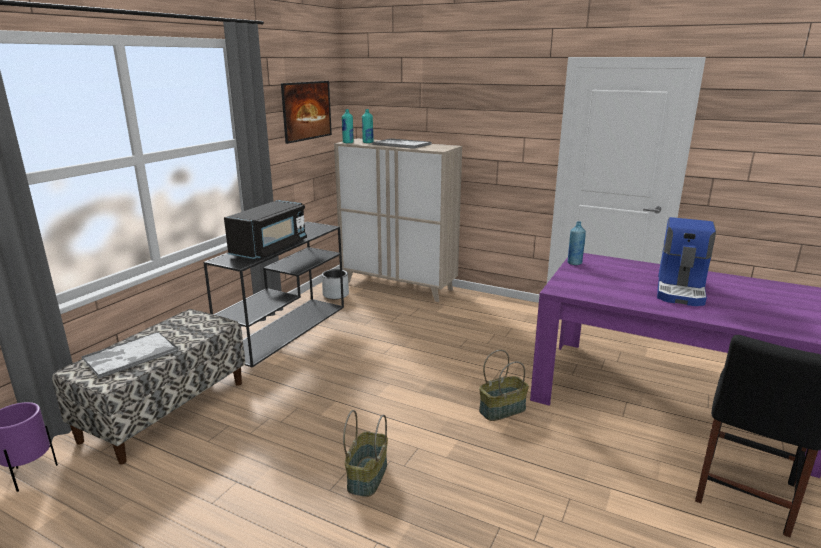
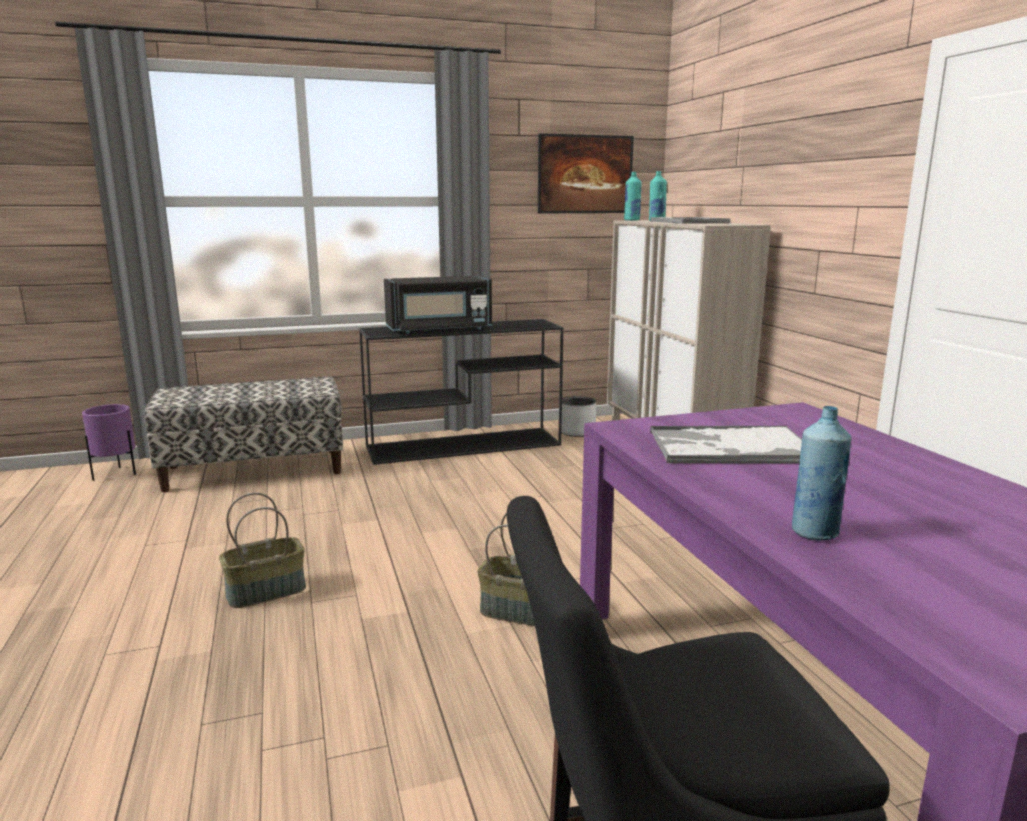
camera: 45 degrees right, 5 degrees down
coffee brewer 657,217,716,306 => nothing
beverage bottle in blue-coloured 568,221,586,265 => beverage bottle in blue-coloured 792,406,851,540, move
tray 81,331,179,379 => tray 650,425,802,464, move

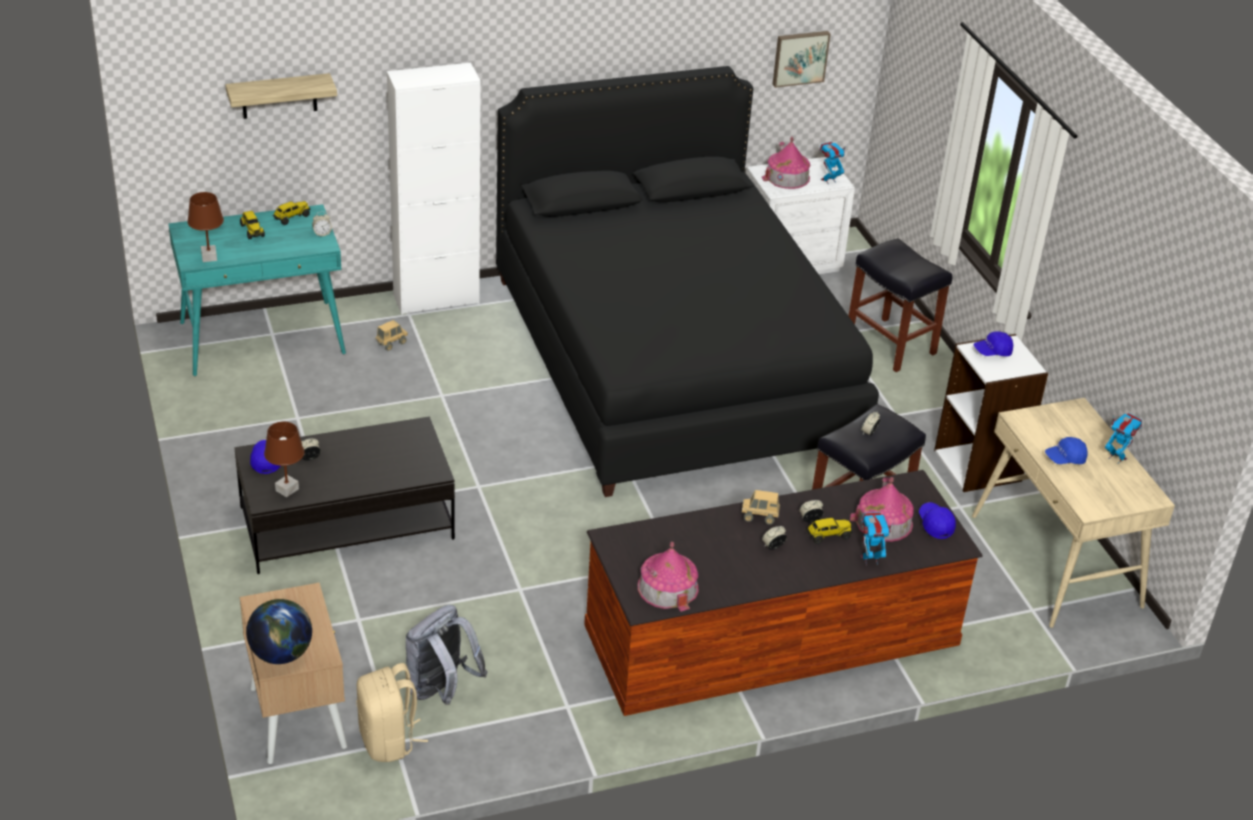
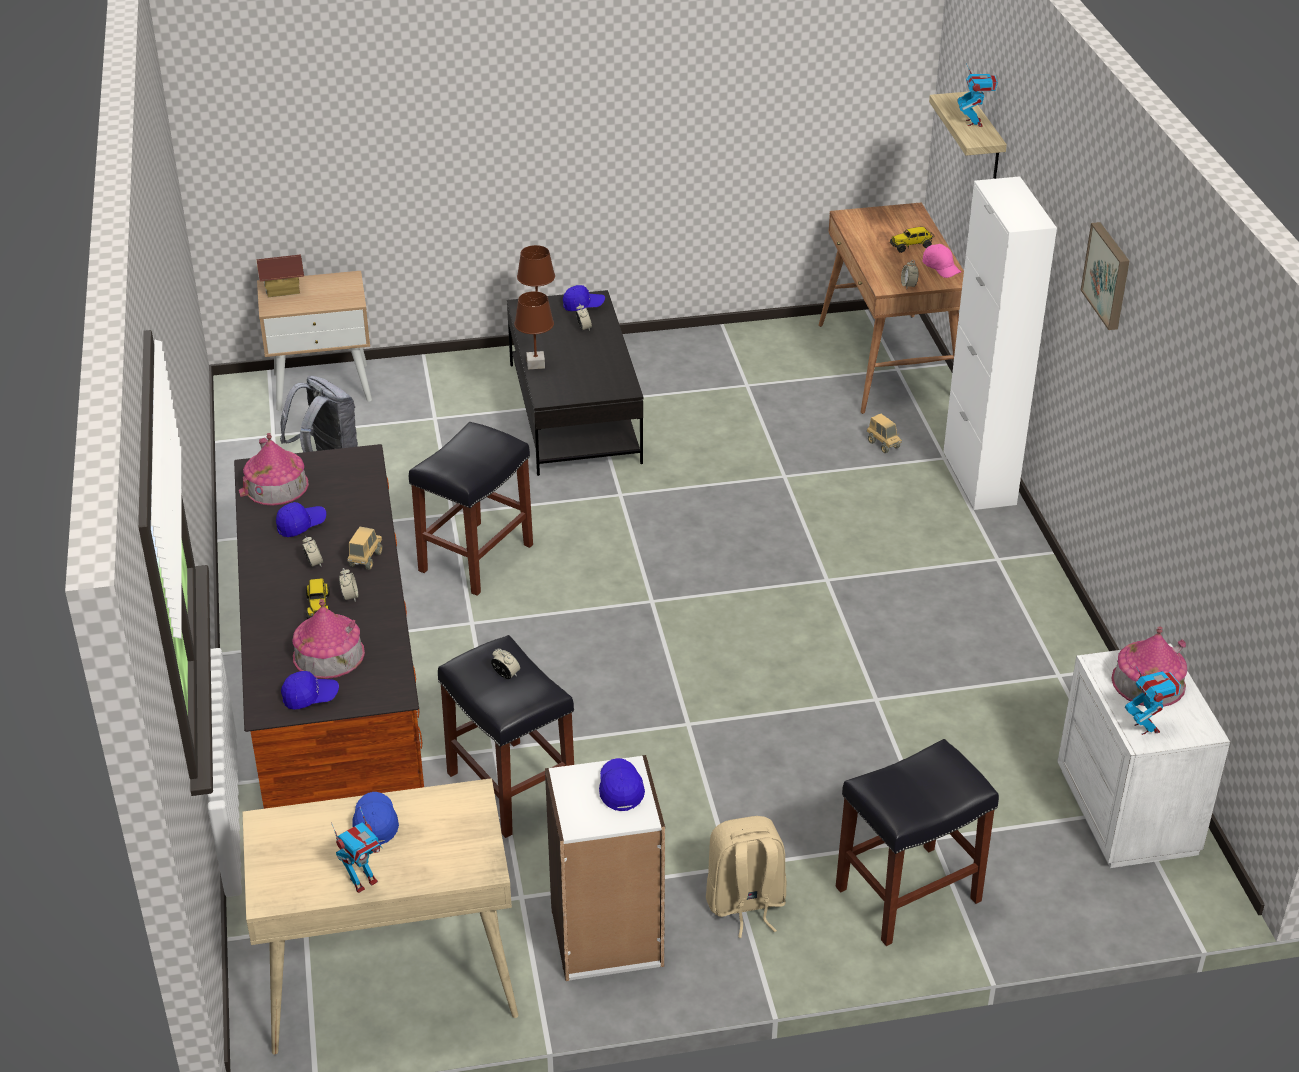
camera: 100 degrees right, 0 degrees up
wall art 773,31,830,88 => wall art 1081,222,1129,330, move
sleeping bed in black 496,66,879,497 => nothing
table lamp in brown-coloured 187,192,224,262 => table lamp in brown-coloured 514,291,554,370, move
toy truck 272,201,310,225 => peaked cap in pink-coloured 922,244,961,278
desk in turquoise-coloured 168,204,346,376 => desk in brown-coloured 818,202,964,414
model robot 860,512,892,565 => model robot 957,63,998,127, move
globe 246,599,312,664 => model house 256,254,304,297
rucksack in sand-coloured 356,663,428,762 => rucksack in sand-coloured 706,816,786,938, move
nothing => sitting stool in black 409,422,533,596
nothing => peaked cap in blue-coloured 276,502,326,537

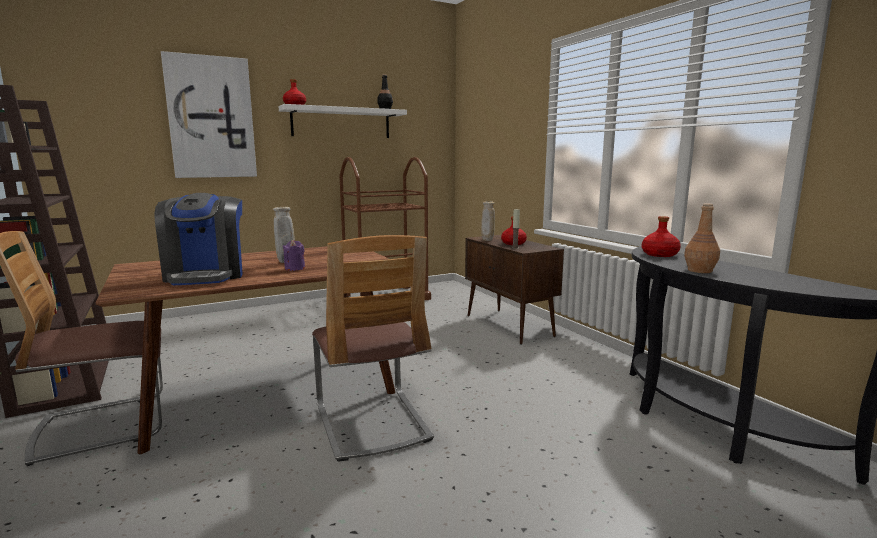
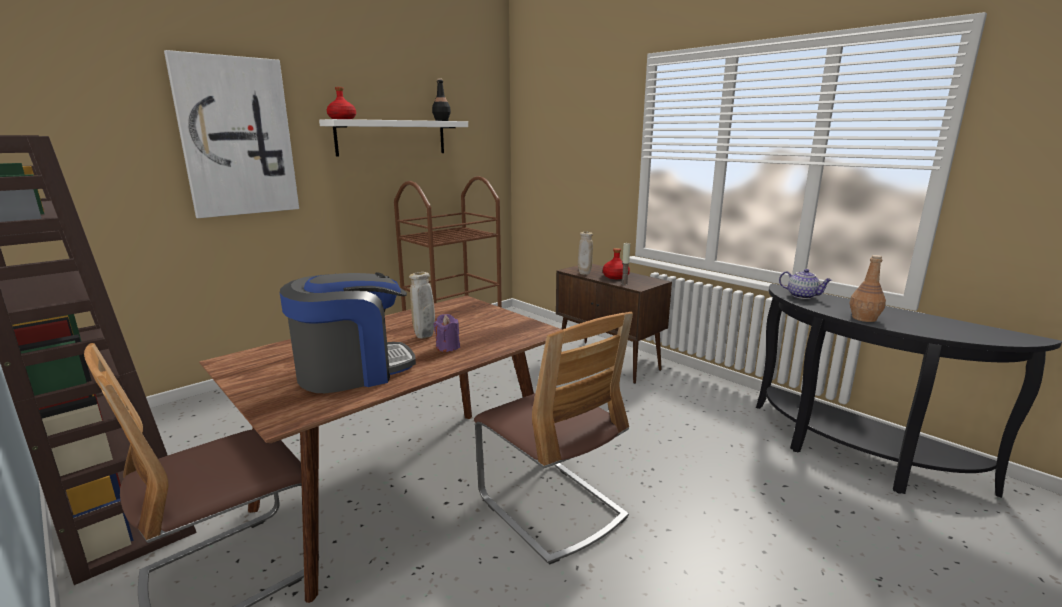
camera: 15 degrees left, 5 degrees up
coffee brewer 155,193,243,285 => coffee brewer 280,272,416,393, 90 degrees counterclockwise
beverage bottle in red 642,216,681,257 => pot for tea 779,269,833,299

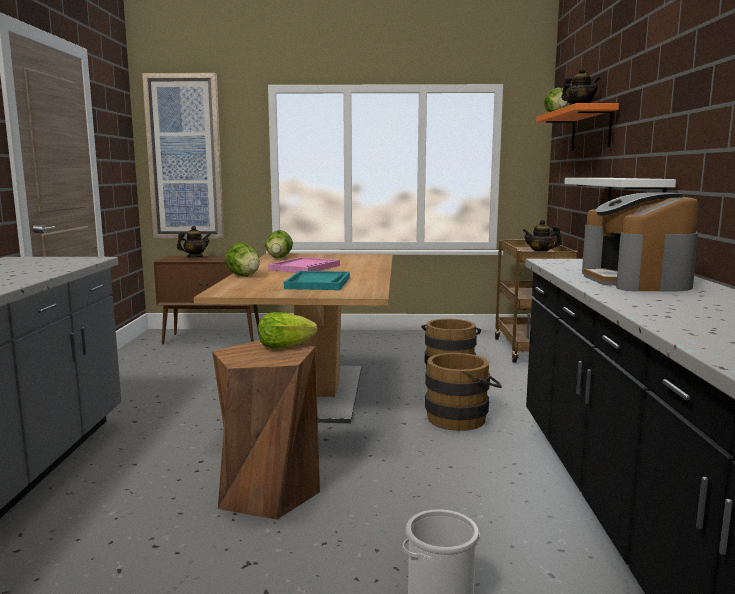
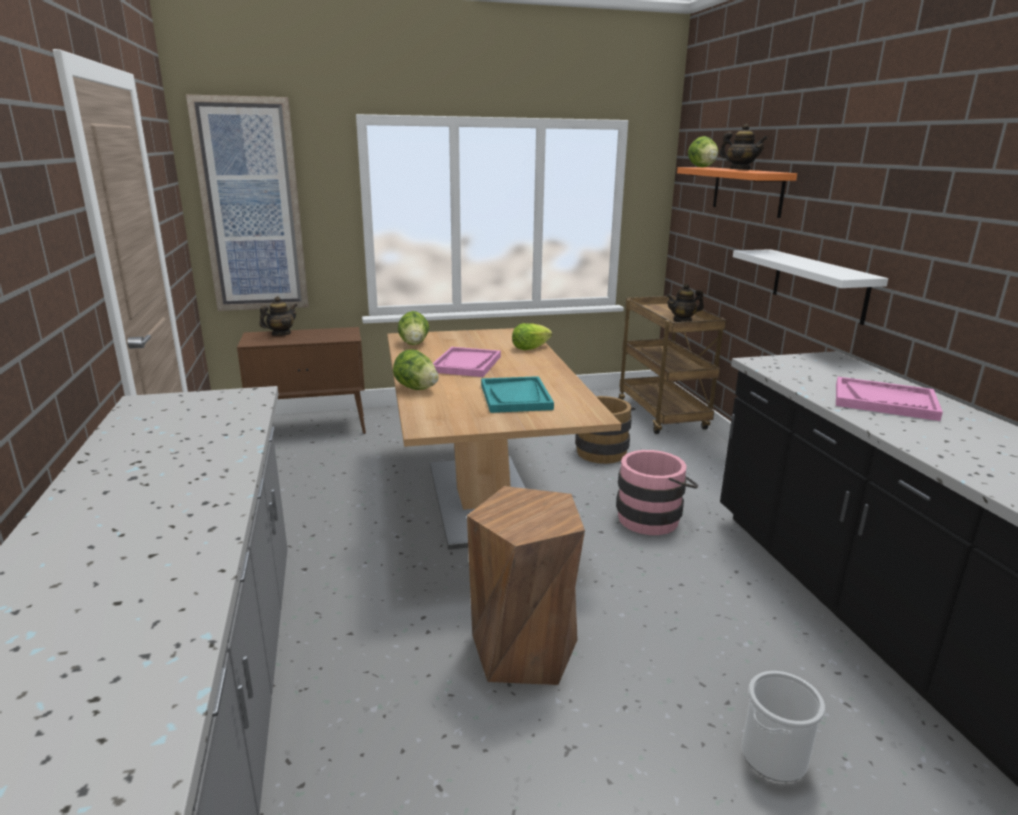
camera: 15 degrees left, 10 degrees up
coffee brewer 582,192,699,292 => tray in pink-coloured 836,377,943,421
lettuce head 258,312,318,349 => lettuce head 512,323,552,350, move
pail in brown-coloured 425,353,502,431 => pail in pink-coloured 616,450,699,535

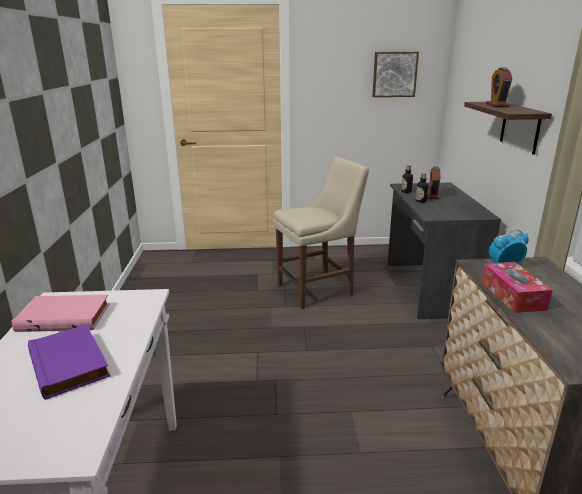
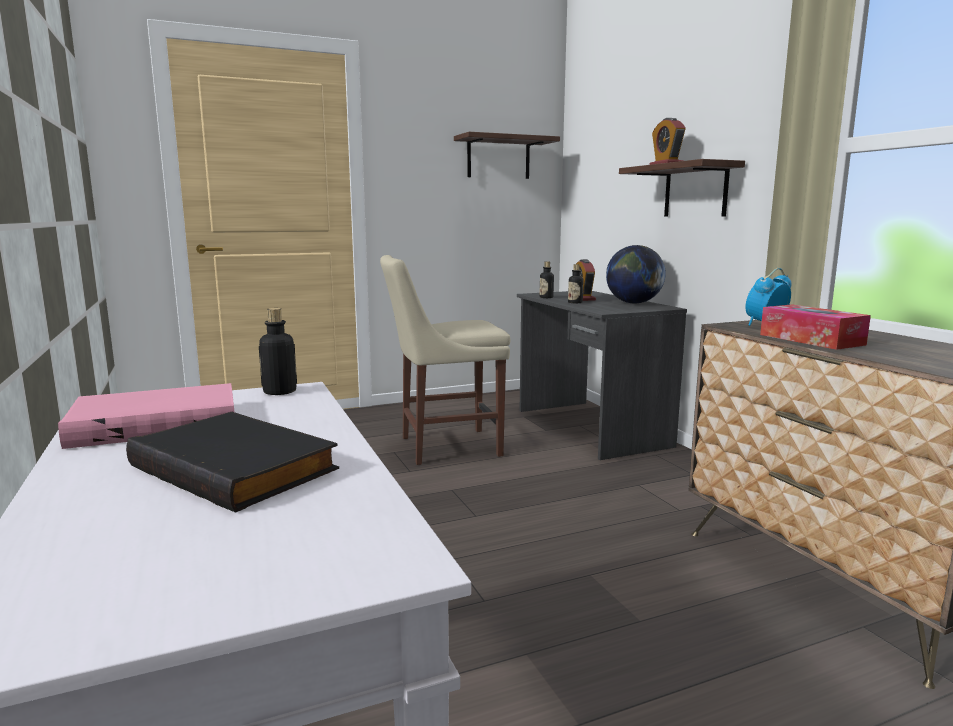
camera: 20 degrees left, 10 degrees down
wall art 372,52,419,97 => shelf 454,132,560,179
chair in sand-coloured 273,157,369,309 => chair in sand-coloured 380,255,510,465, 150 degrees counterclockwise
volume in purplish 28,324,110,400 => volume in black 126,412,339,513
nothing => globe 606,245,666,303
nothing => beverage bottle 259,308,297,395

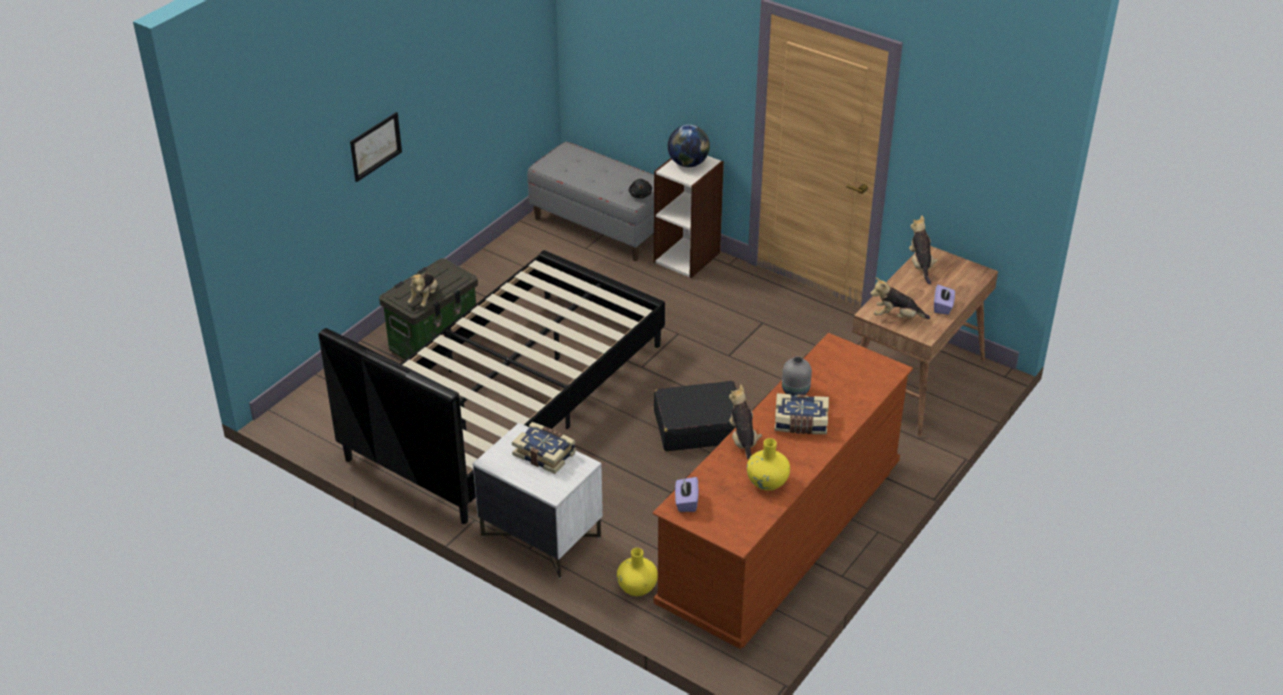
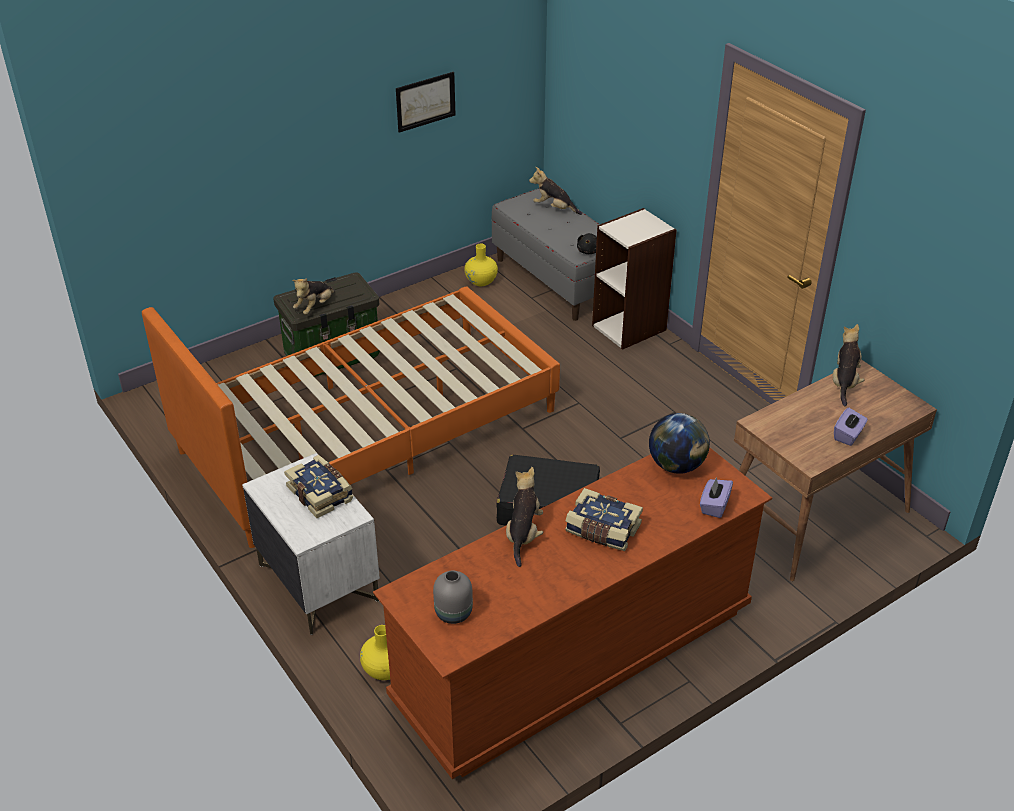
camera: 20 degrees right, 0 degrees up
wall art 350,112,402,182 => wall art 396,72,456,133, move
globe 668,125,710,167 => globe 649,413,710,474, move
sleeping bed in black 319,250,665,524 => sleeping bed in orange-coloured 142,287,560,548
soft toy 870,277,930,319 => soft toy 529,167,582,215, move
flower vase in grey 782,356,812,396 => flower vase in grey 433,570,473,624, move
flower vase in yellow 747,438,790,491 => flower vase in yellow 464,244,498,286, move
tissue holder in purplish 675,477,698,512 => tissue holder in purplish 700,477,733,518, move

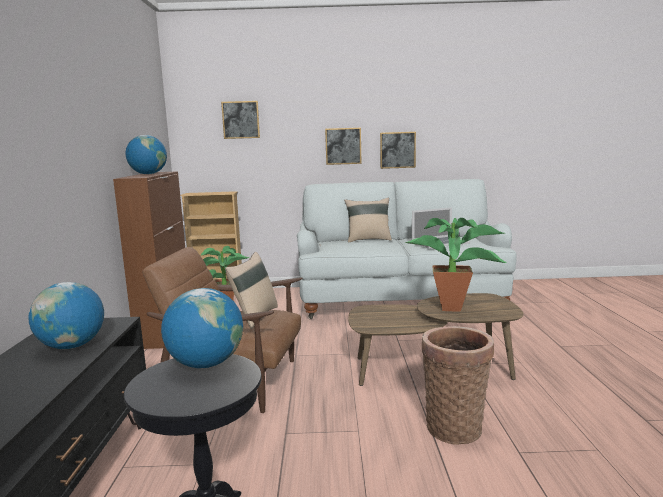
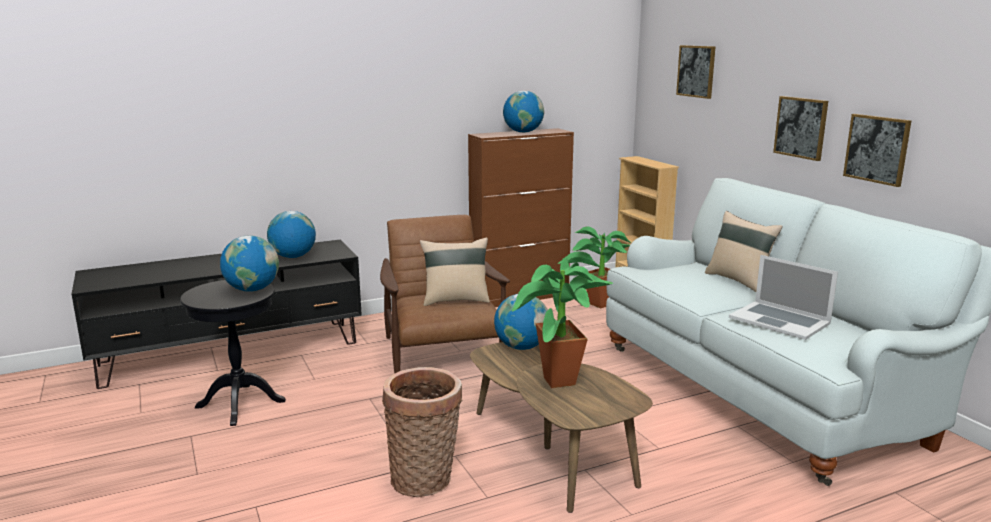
camera: 65 degrees right, 5 degrees up
nothing => globe 494,294,548,350

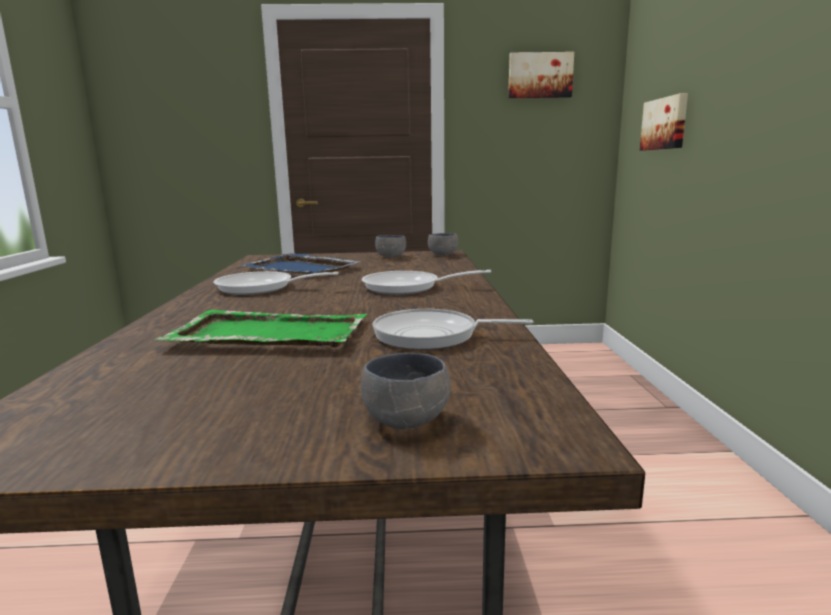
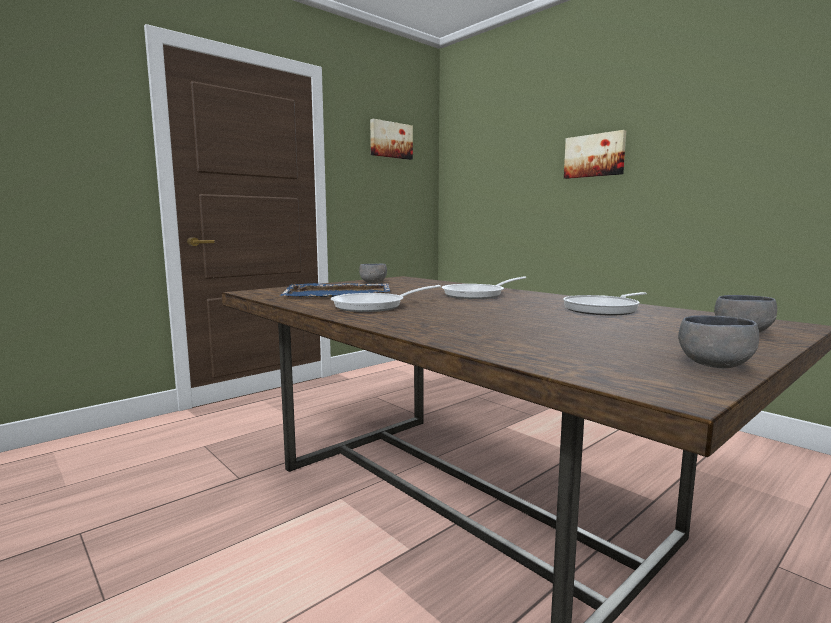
camera: 40 degrees left, 5 degrees down
wall art 640,93,688,151 => wall art 564,130,626,179, move
bowl in grey 428,233,458,256 => bowl in grey 678,315,759,368, move
tray in green-coloured 155,310,367,347 => nothing

